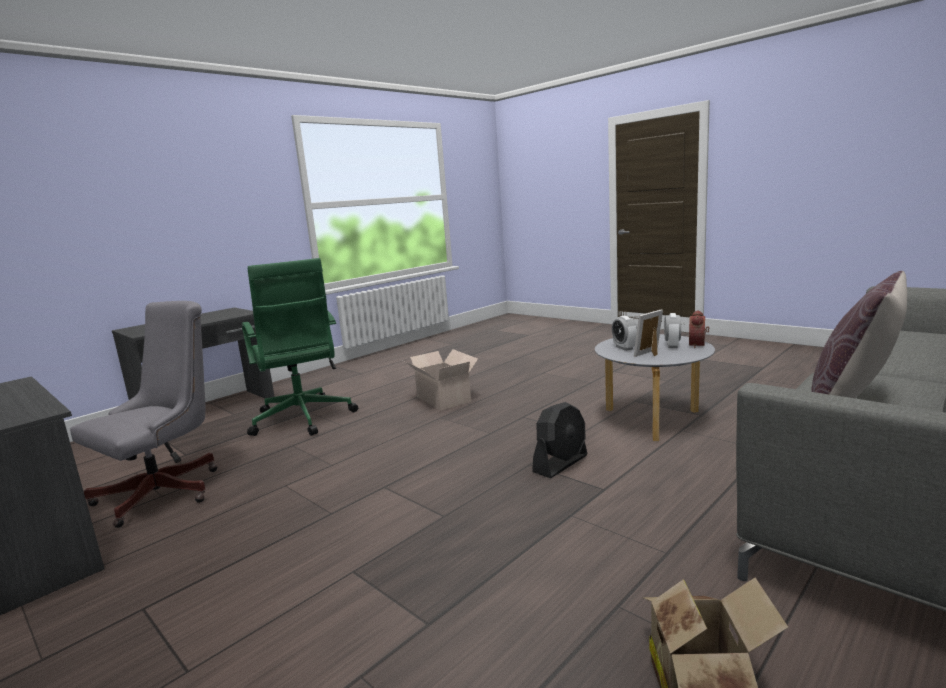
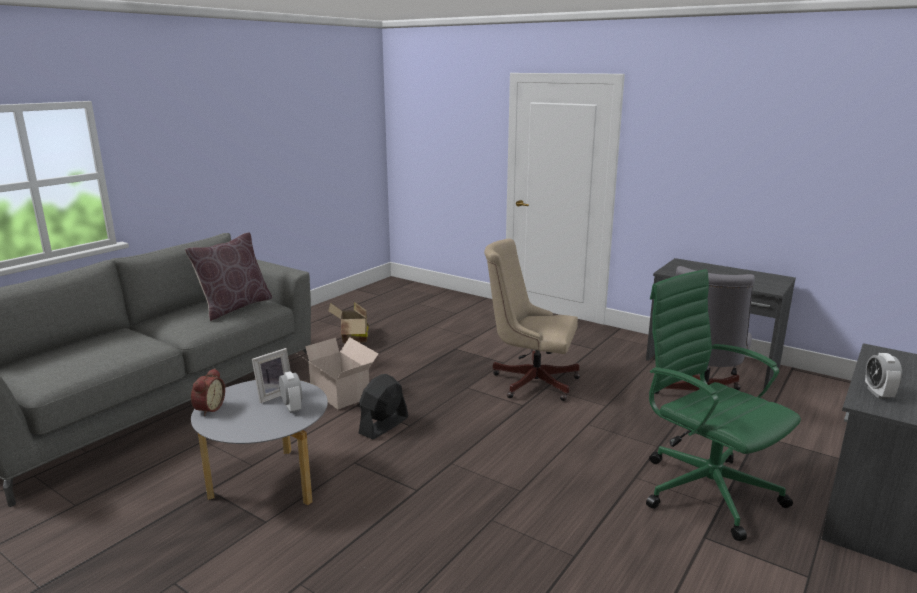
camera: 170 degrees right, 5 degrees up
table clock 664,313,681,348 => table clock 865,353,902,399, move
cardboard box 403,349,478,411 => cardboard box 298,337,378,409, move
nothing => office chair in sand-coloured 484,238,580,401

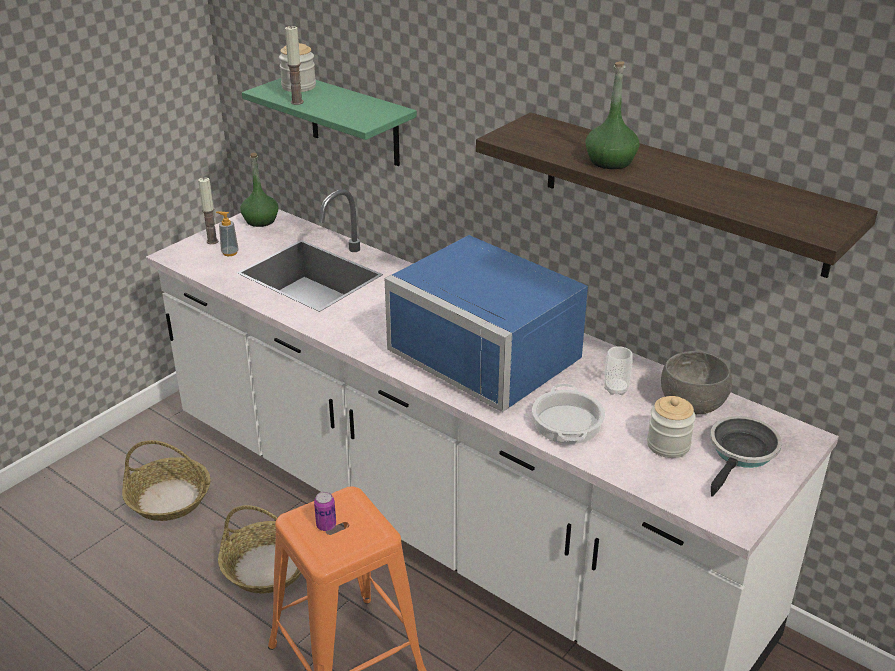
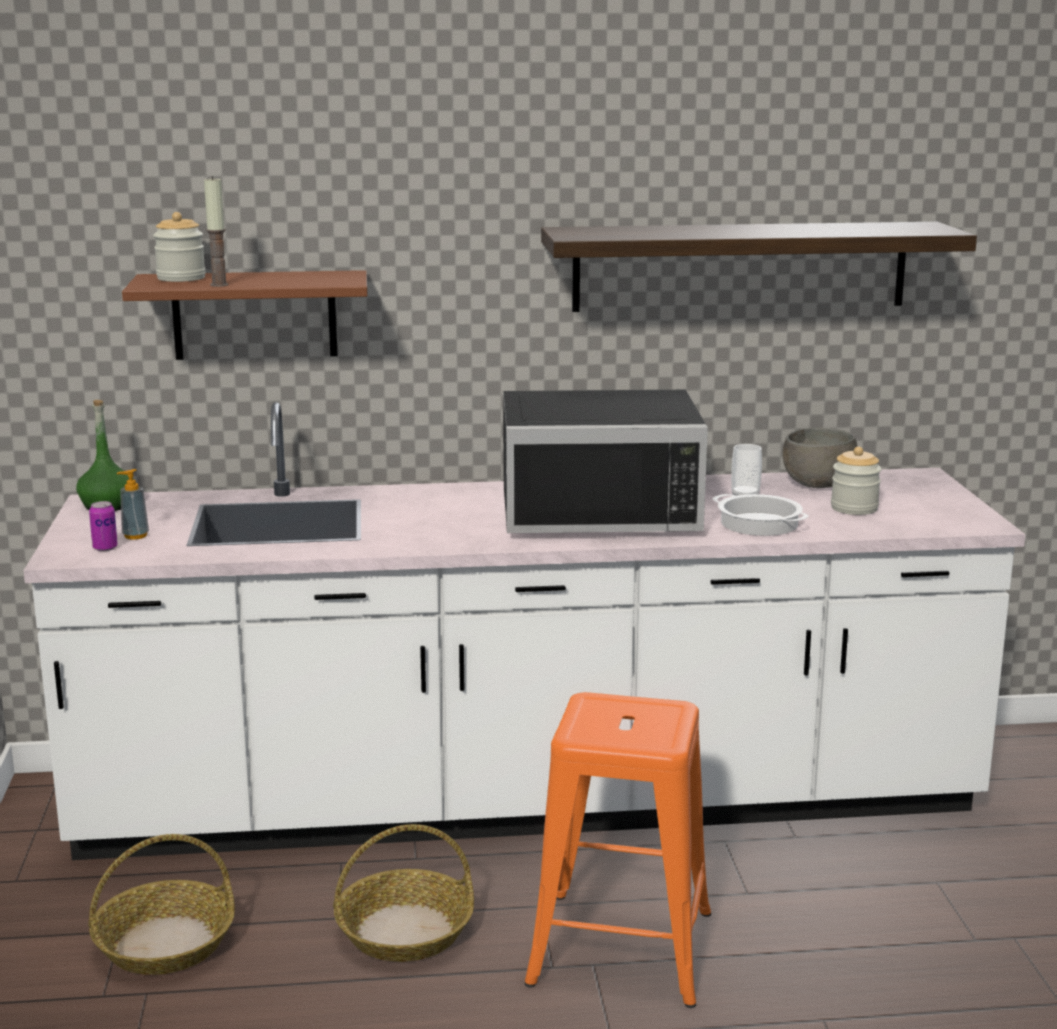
camera: 45 degrees left, 15 degrees down
beverage bottle in green-coloured 585,61,640,169 => nothing
shelf in green-coloured 242,78,417,166 => shelf in brown-coloured 122,270,367,360
wax light 198,177,218,244 => nothing
microwave oven in blue-coloured 385,235,588,412 => microwave oven in black 503,390,708,533
frying pan 710,416,782,497 => nothing
metal can 314,492,336,531 => metal can 89,501,118,551, move

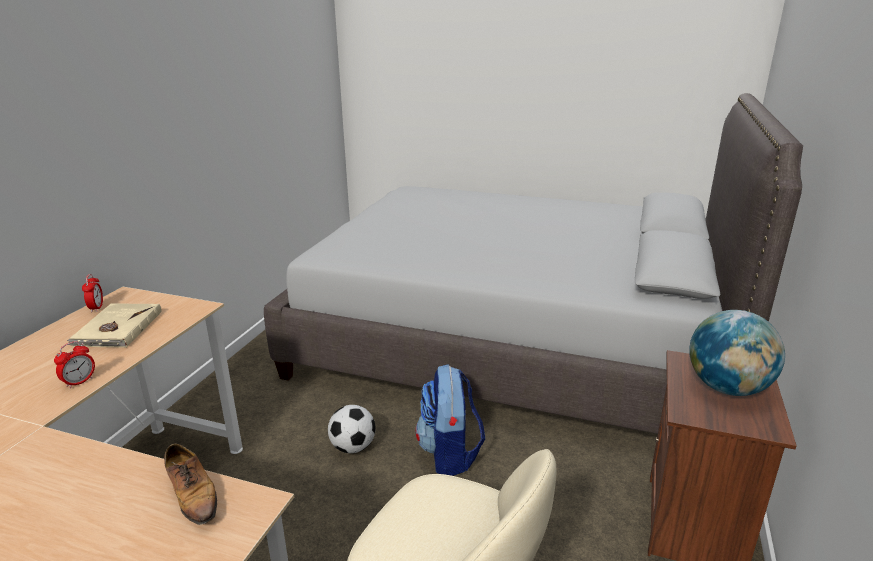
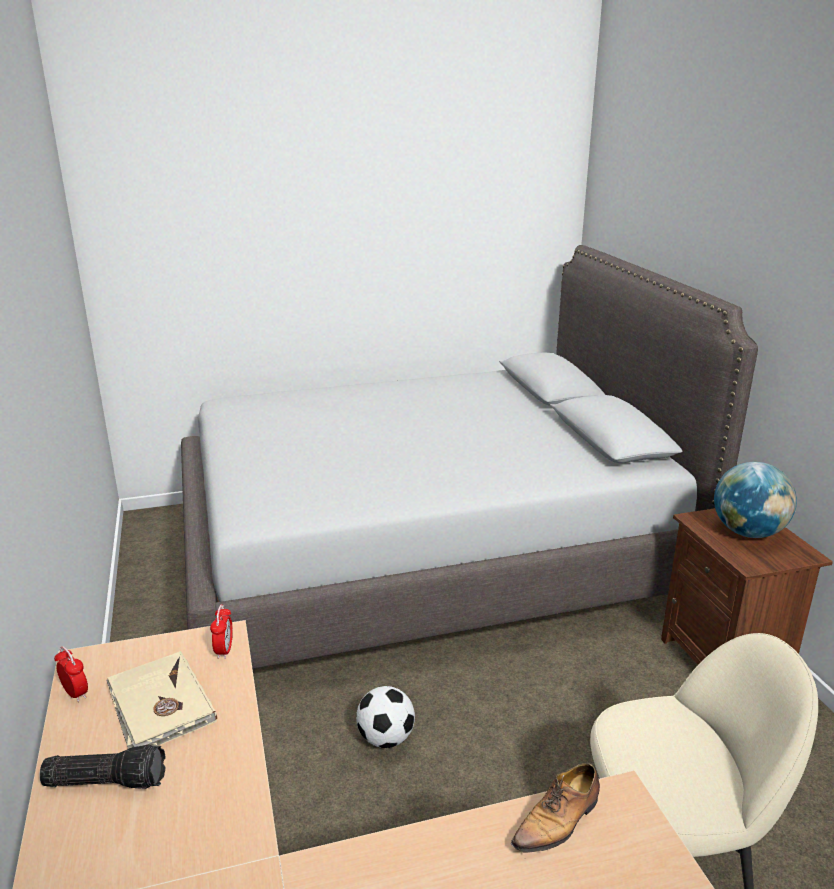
camera: 35 degrees left, 0 degrees up
table clock 54,341,95,389 => table clock 210,605,233,659, move
rucksack 416,364,485,476 => nothing
shoe 164,444,217,525 => shoe 511,763,600,859, 120 degrees clockwise
nothing => torch 39,744,166,789

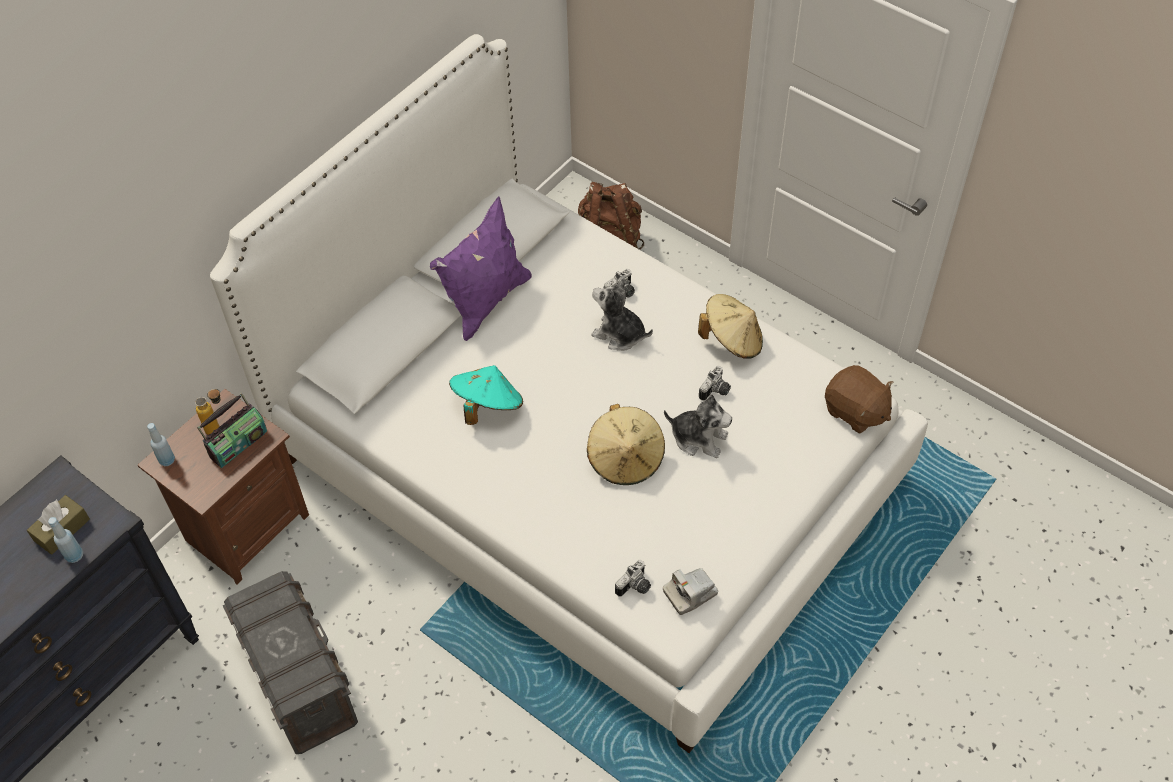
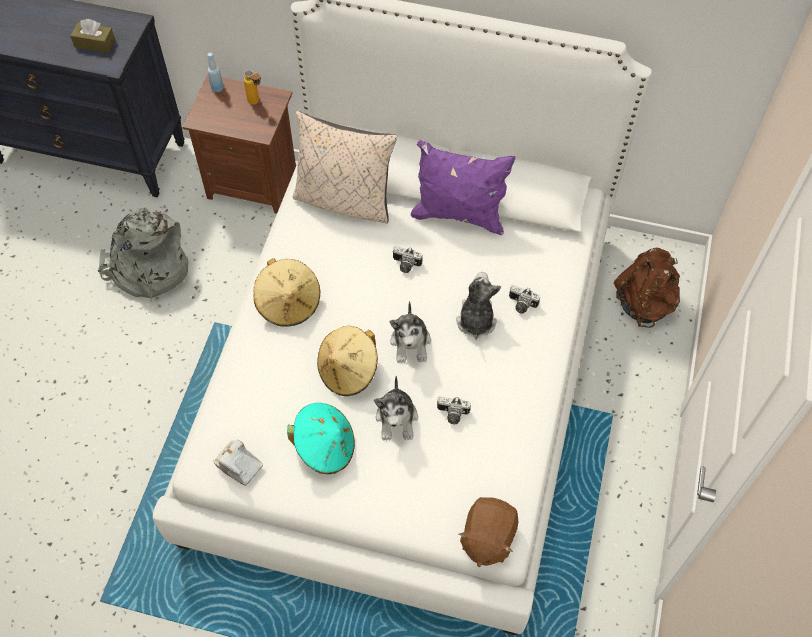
camera: 65 degrees right, 5 degrees up
clothing hat in sand-coloured 698,294,763,359 => clothing hat in sand-coloured 253,258,321,327, move
clothing hat in turquoise-coloured 449,365,523,425 => clothing hat in turquoise-coloured 287,403,355,474, move
radio receiver 197,393,267,468 => nothing
beverage bottle in blue-coloured 48,517,83,563 => nothing
photo camera 615,560,651,596 => photo camera 393,246,423,273, move
storage bin in grey 222,571,358,754 => rucksack in grey 98,208,188,299
nothing => cushion in sand-coloured 293,111,397,223
nothing => soft toy 390,301,431,363

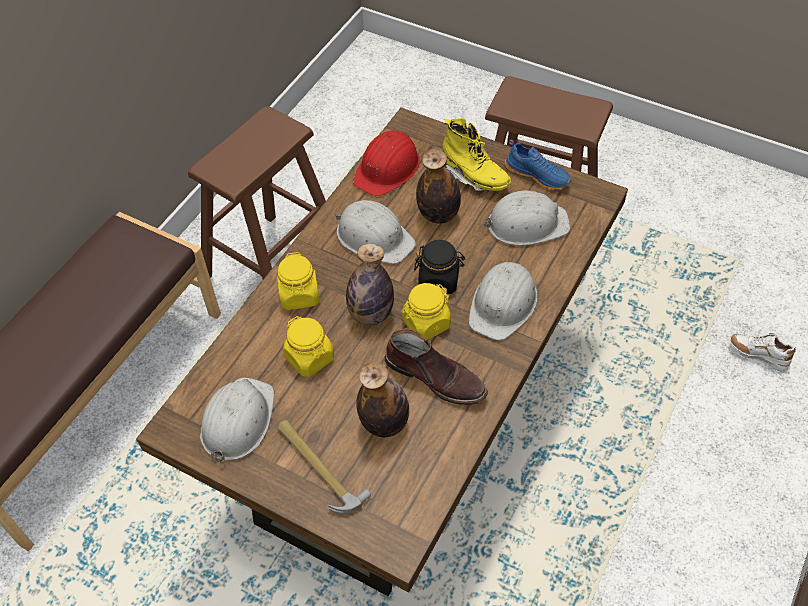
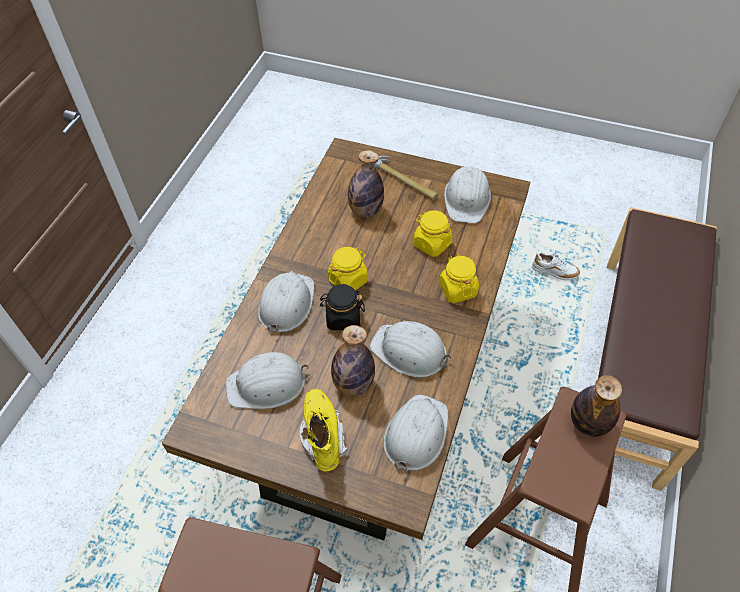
camera: 170 degrees right, 0 degrees up
boot in yellow 442,118,511,191 => boot in yellow 299,389,347,471, 45 degrees clockwise
work helmet in red 353,131,420,196 => work helmet in whitish 383,394,448,472
shoe in blue-coloured 505,140,571,190 => nothing
beverage bottle 346,243,394,325 => beverage bottle 571,375,622,437, move
boot in brown-coloured 384,328,488,405 => nothing
shoe in whitish 730,333,796,372 => shoe in whitish 532,252,580,280, move

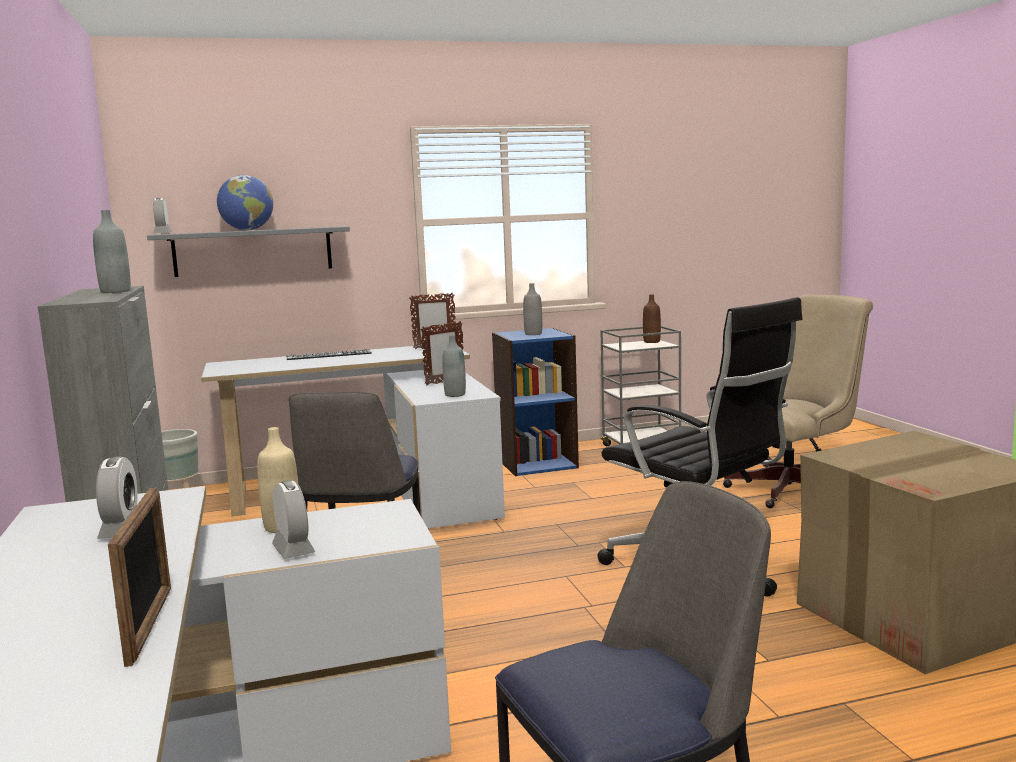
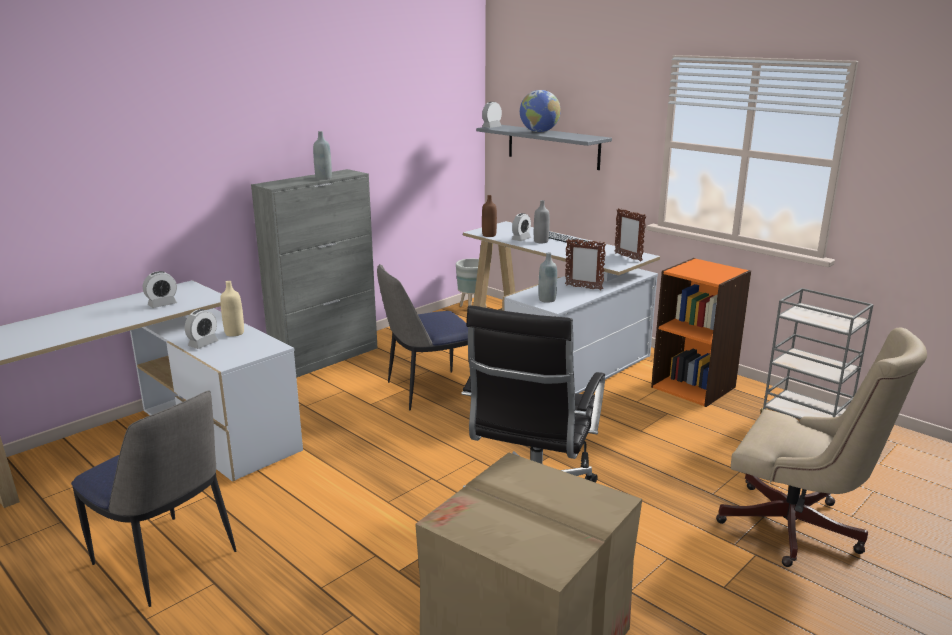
camera: 60 degrees right, 10 degrees up
beverage bottle in grey 523,283,542,335 => beverage bottle in grey 534,200,550,243, move
beverage bottle in brown-coloured 643,294,661,343 => beverage bottle in brown-coloured 482,195,497,237, move
shelving unit in blue-coloured 492,328,579,476 => shelving unit in orange-coloured 651,258,751,407
photo frame 108,488,171,667 => nothing
nothing => table clock 511,213,531,241

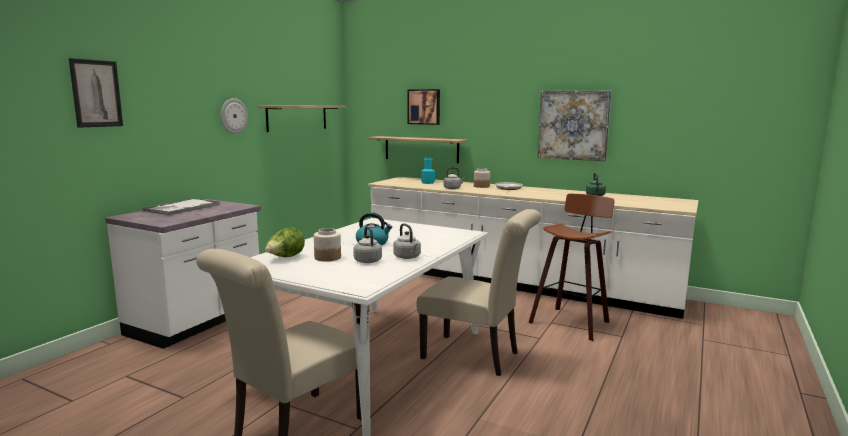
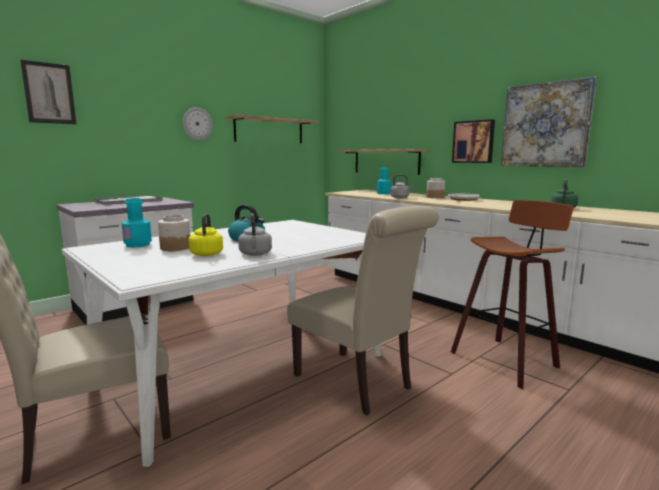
camera: 20 degrees right, 0 degrees up
wall art 407,89,440,125 => wall art 452,119,495,163, move
water kettle in grey 353,226,382,263 => water kettle in yellow 188,213,223,256
lettuce head 265,227,305,257 => beverage bottle in turquoise-coloured 122,198,152,247

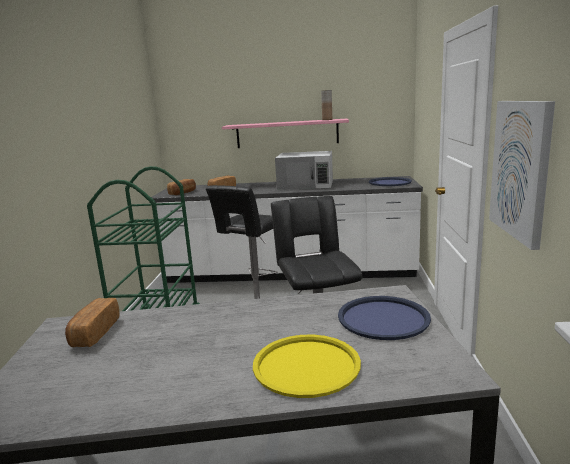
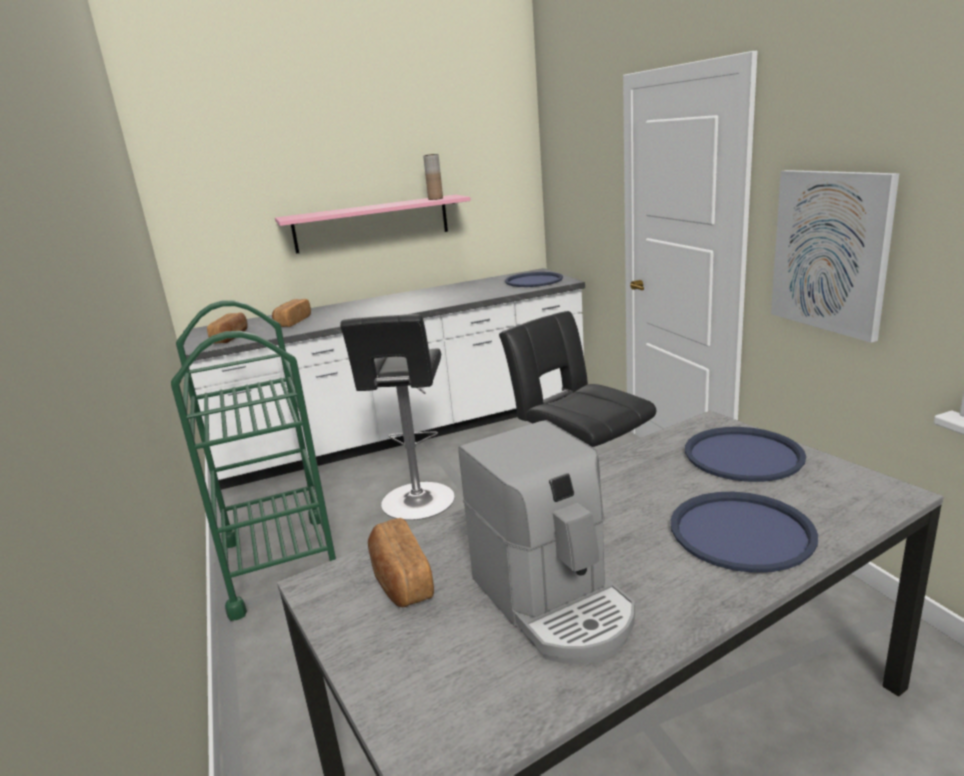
camera: 25 degrees left, 5 degrees up
microwave oven in whitish 275,151,333,190 => nothing
tray in yellow 253,335,361,398 => tray in blue-coloured 671,492,818,573
nothing => coffee brewer 458,420,635,664

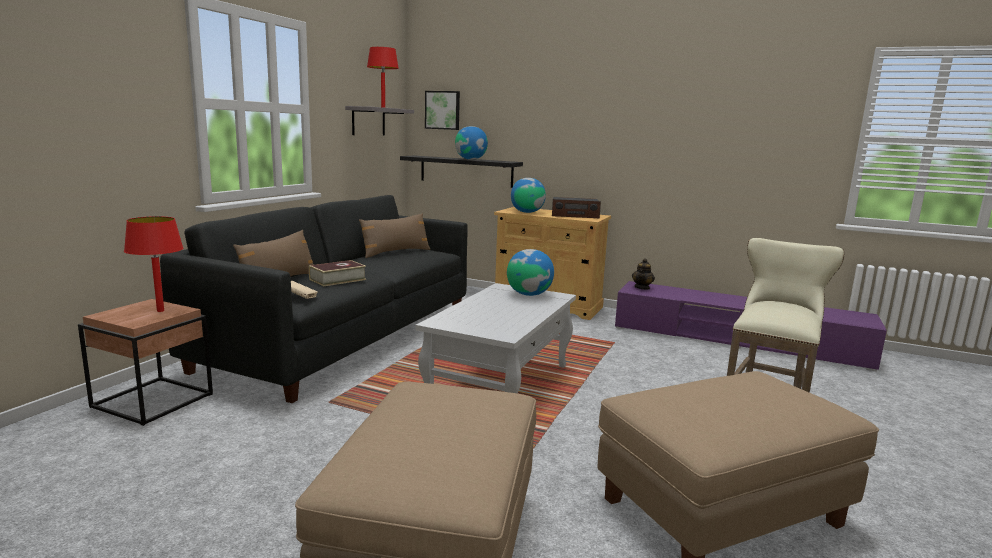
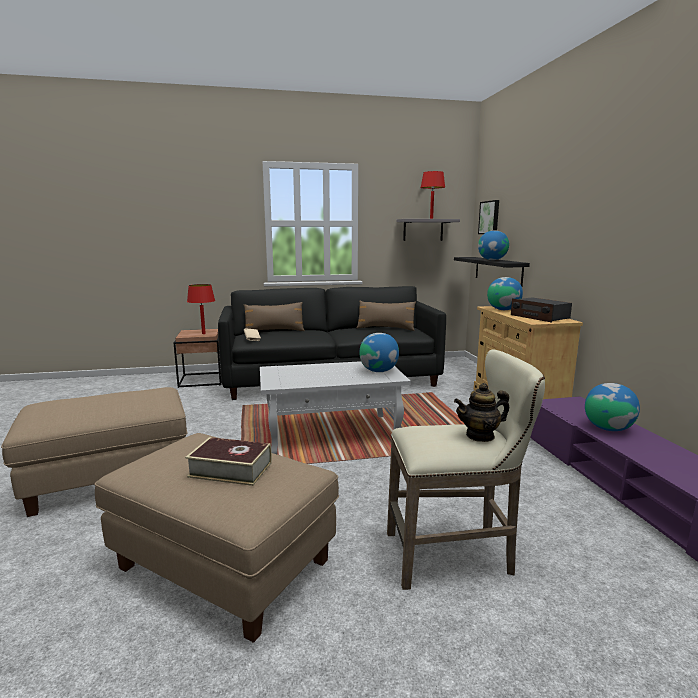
camera: 55 degrees right, 0 degrees up
pot for tea 632,258,655,290 => pot for tea 454,383,509,442, move
volume 309,260,366,286 => volume 185,437,272,486, move
nothing => globe 585,383,640,431

